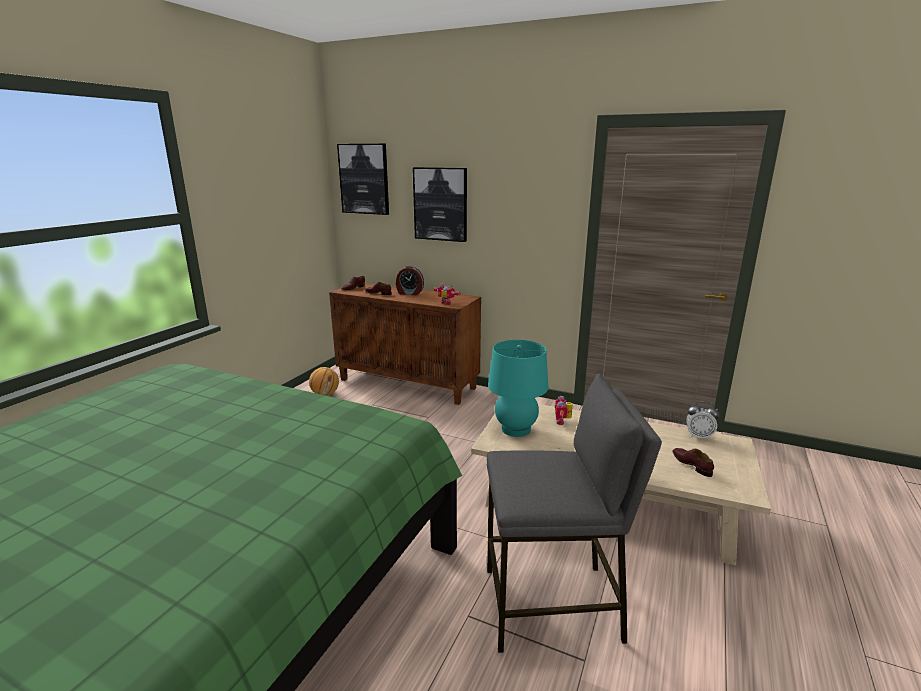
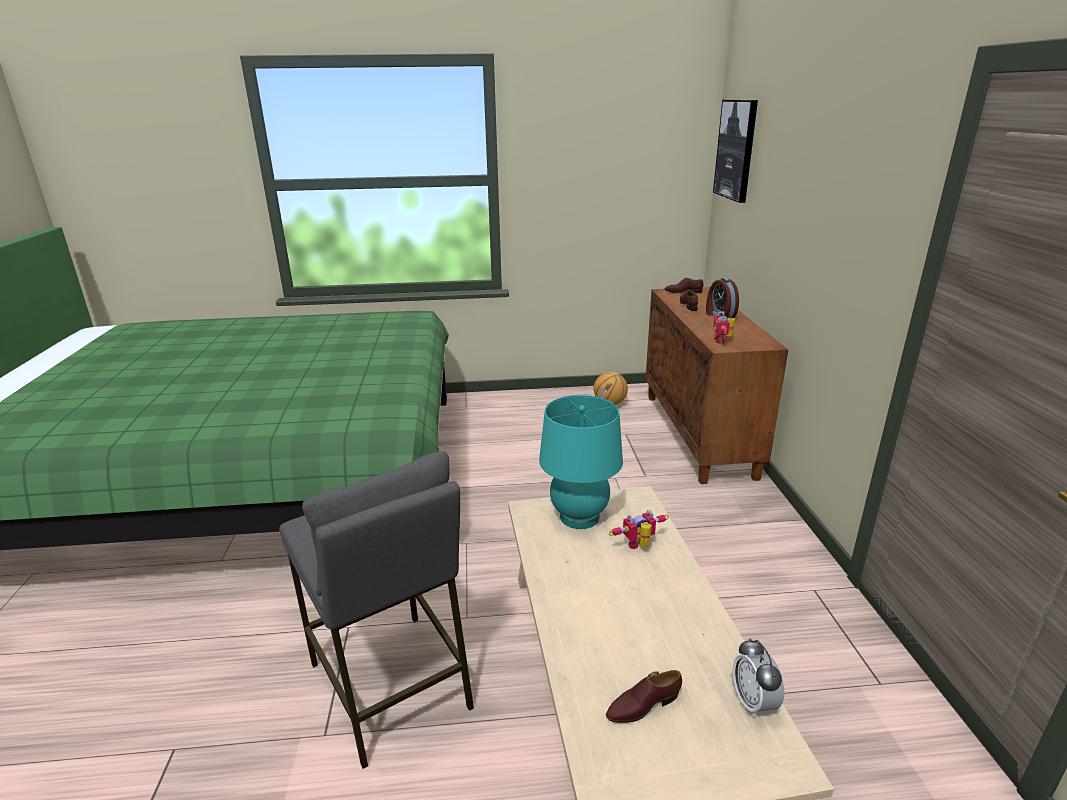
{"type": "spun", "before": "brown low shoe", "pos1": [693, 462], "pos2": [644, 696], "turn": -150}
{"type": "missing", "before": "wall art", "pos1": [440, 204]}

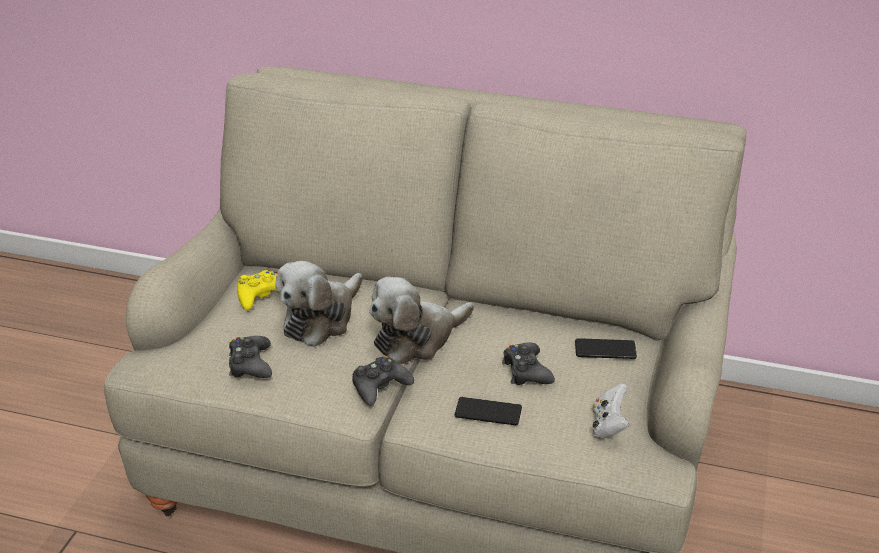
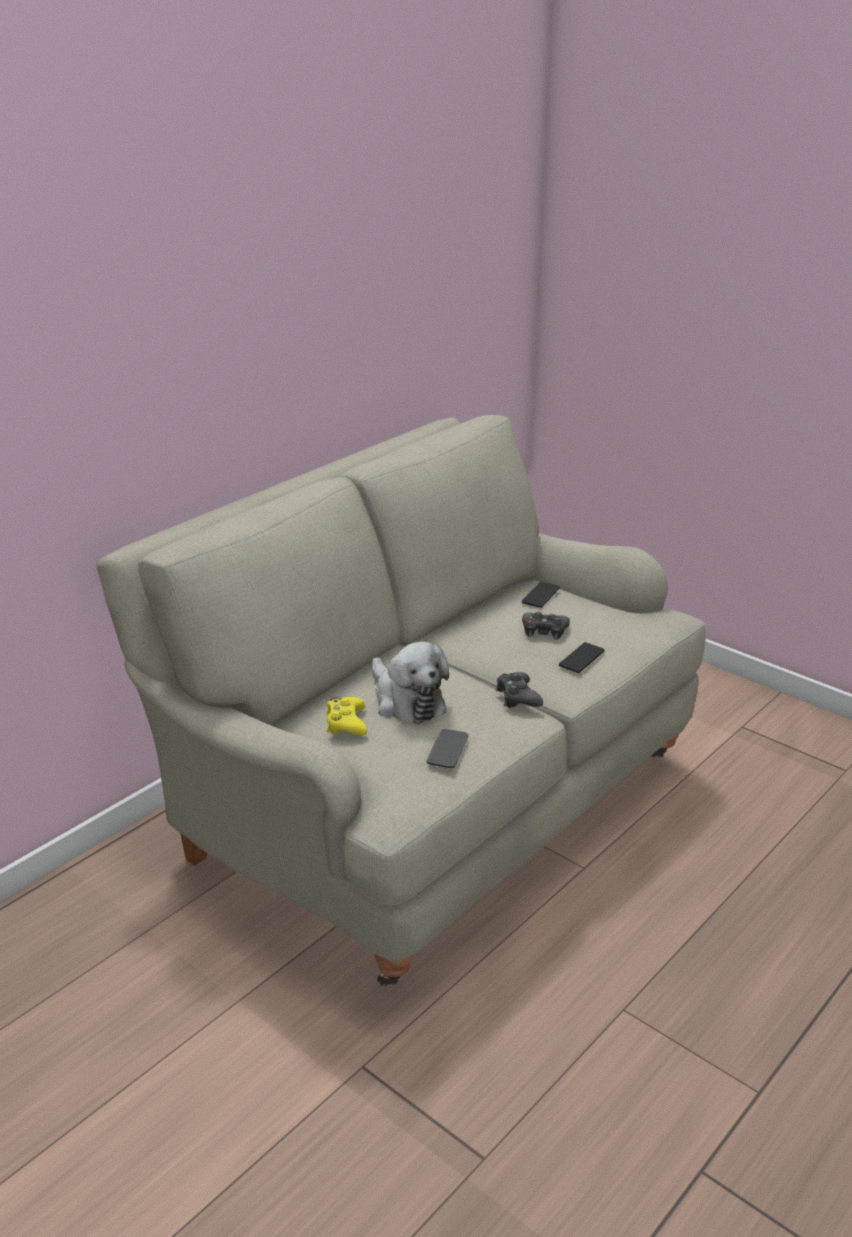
{"type": "exchanged", "before": "black gamepad", "after": "telephone", "pos1": [250, 357], "pos2": [447, 748]}
{"type": "missing", "before": "soft toy", "pos1": [421, 320]}
{"type": "missing", "before": "white gamepad", "pos1": [611, 411]}

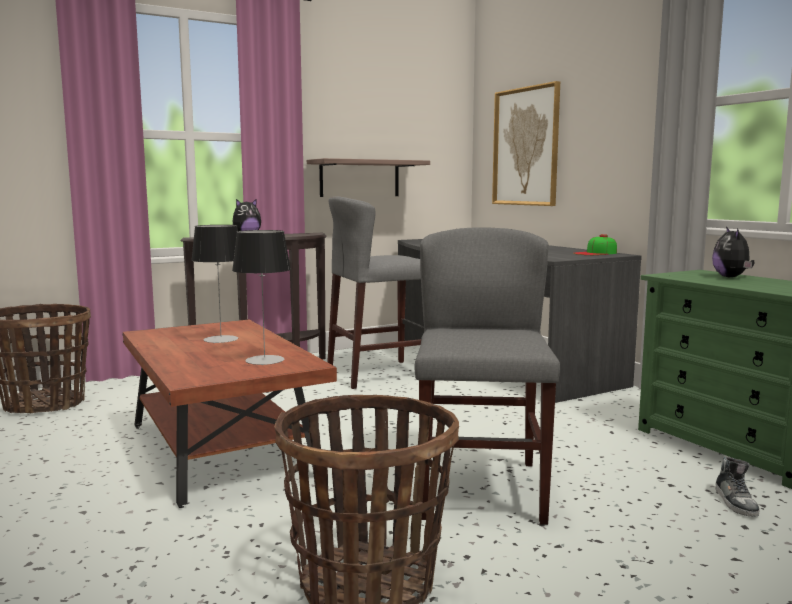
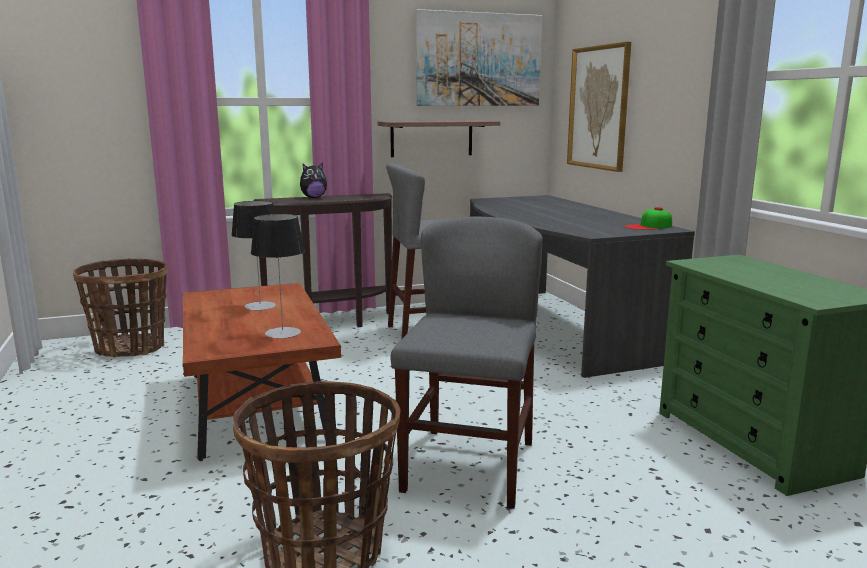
{"type": "appeared", "after": "wall art", "pos2": [479, 57]}
{"type": "missing", "before": "soft toy", "pos1": [733, 252]}
{"type": "missing", "before": "low shoe", "pos1": [737, 487]}

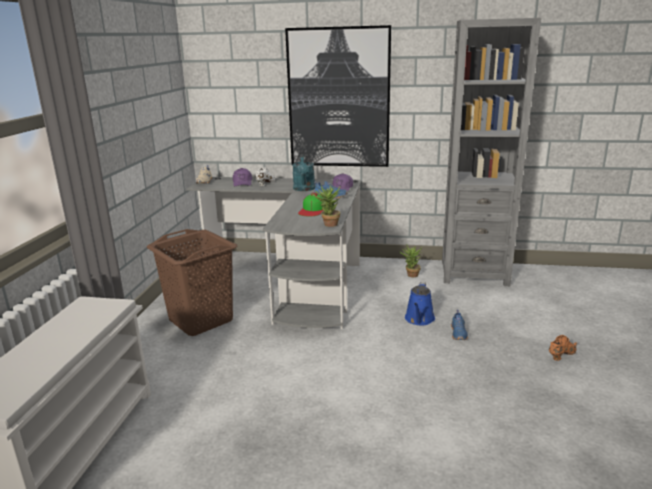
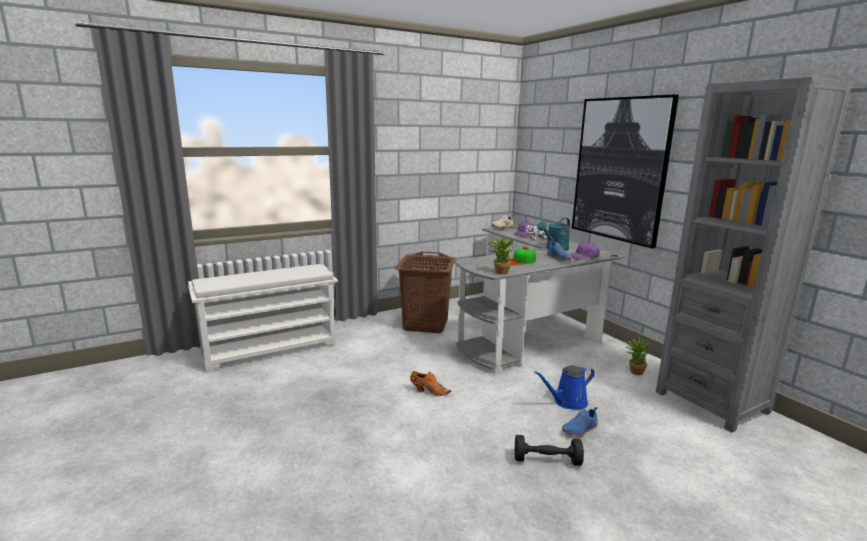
{"type": "relocated", "before": "orange low shoe", "pos1": [563, 348], "pos2": [431, 383]}
{"type": "appeared", "after": "black free weight", "pos2": [549, 450]}

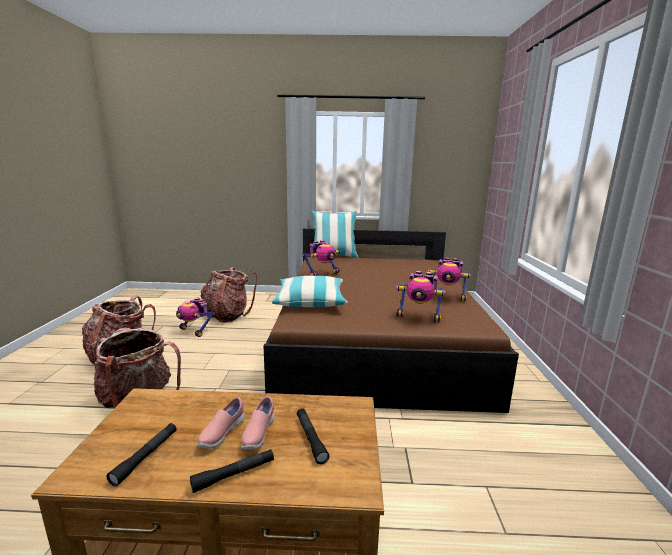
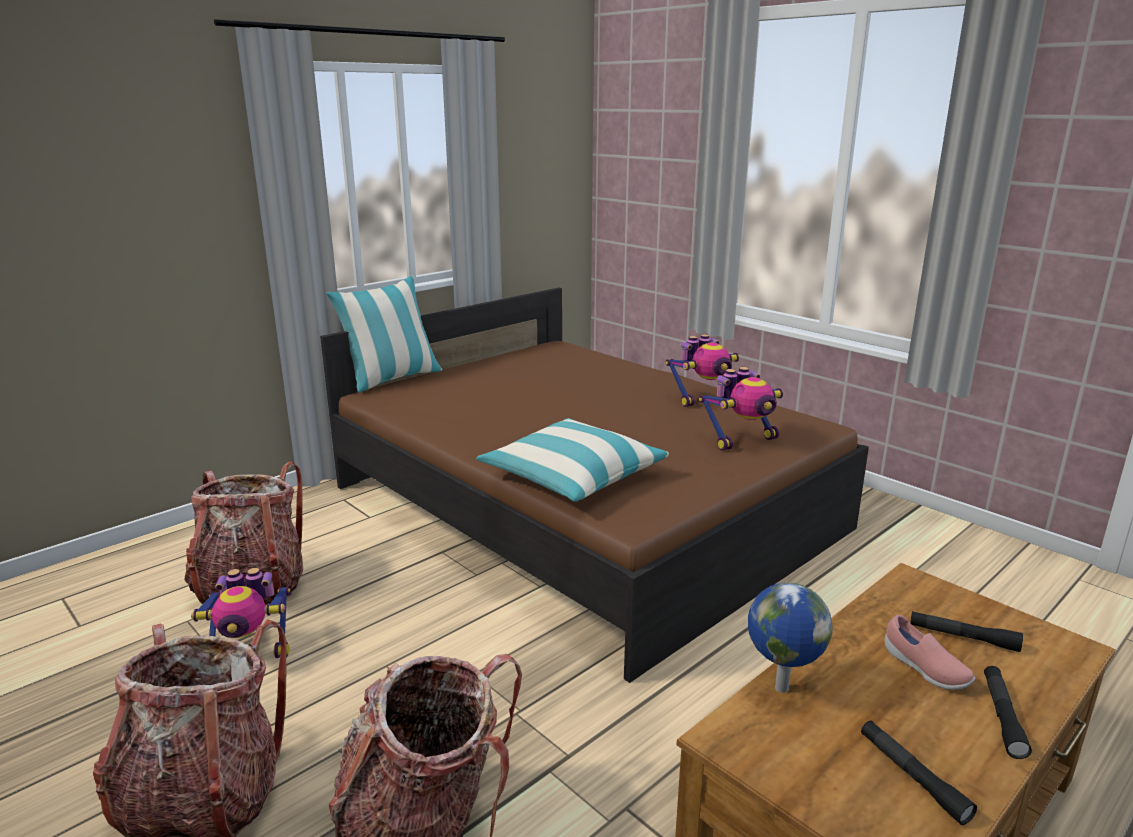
{"type": "appeared", "after": "globe", "pos2": [790, 637]}
{"type": "missing", "before": "pink low shoe", "pos1": [221, 423]}
{"type": "missing", "before": "robot figure", "pos1": [321, 258]}

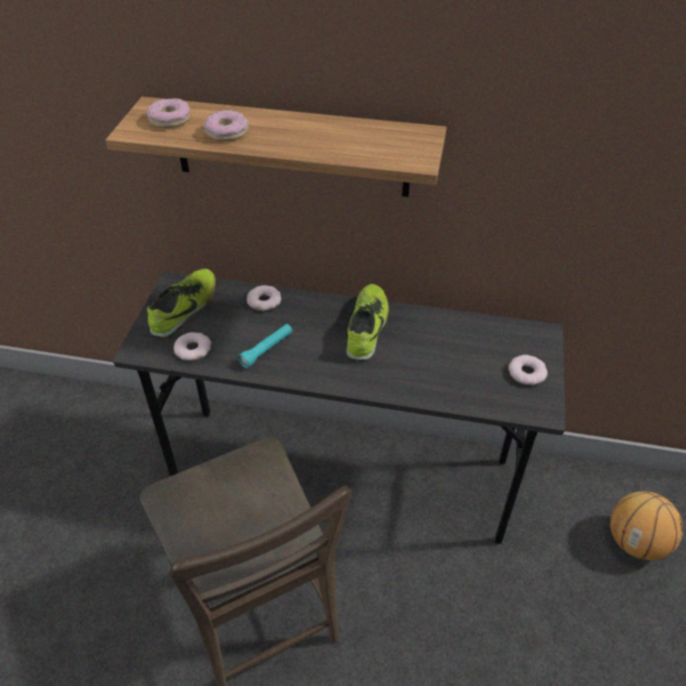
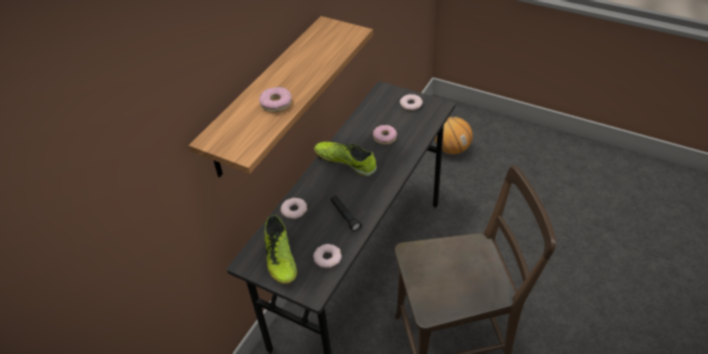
{"type": "spun", "before": "low shoe", "pos1": [181, 303], "pos2": [281, 249], "turn": -150}
{"type": "colour", "before": "blue-green torch", "after": "black torch", "pos1": [265, 346], "pos2": [346, 213]}
{"type": "relocated", "before": "doughnut", "pos1": [168, 113], "pos2": [385, 135]}

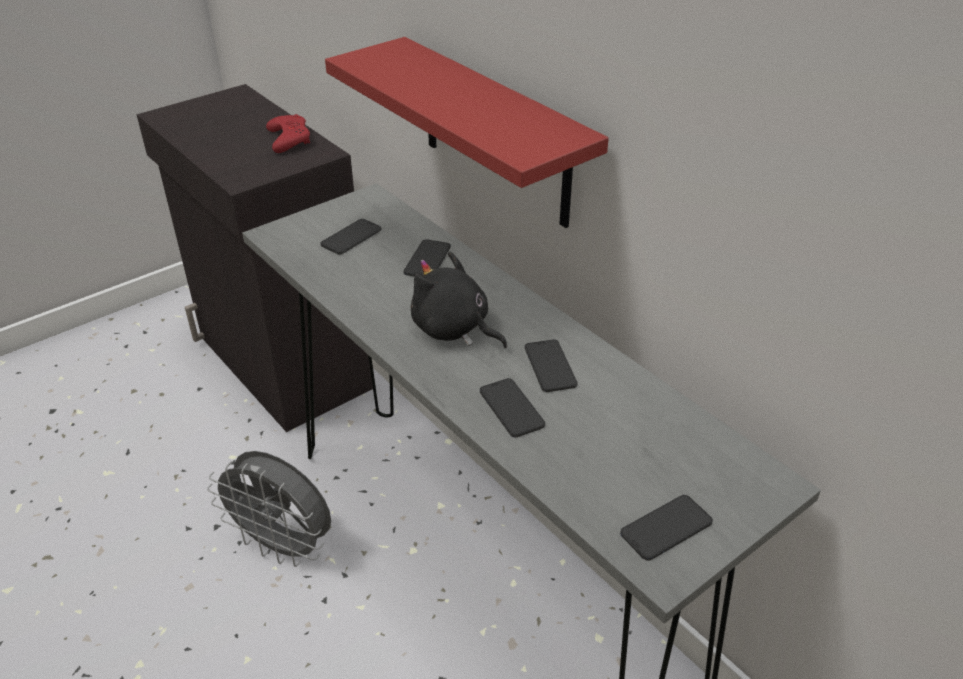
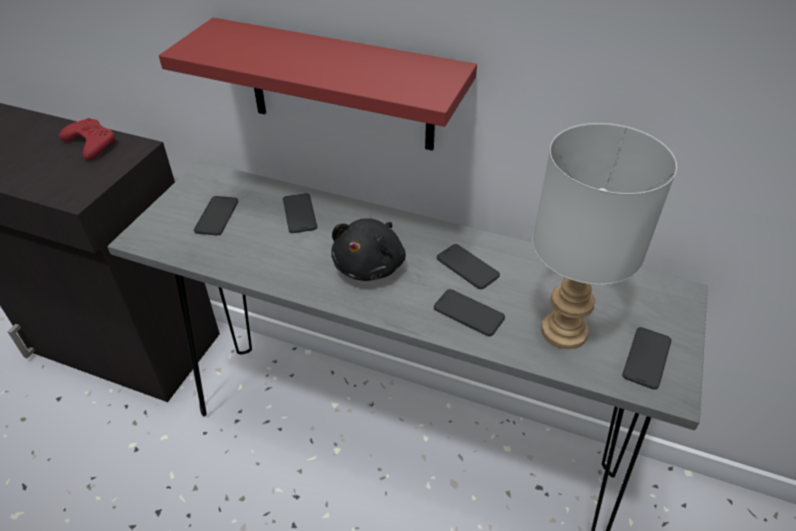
{"type": "spun", "before": "black soft toy", "pos1": [459, 300], "pos2": [368, 249], "turn": -75}
{"type": "appeared", "after": "grey tabletop lamp", "pos2": [605, 236]}
{"type": "missing", "before": "grey fan", "pos1": [269, 509]}

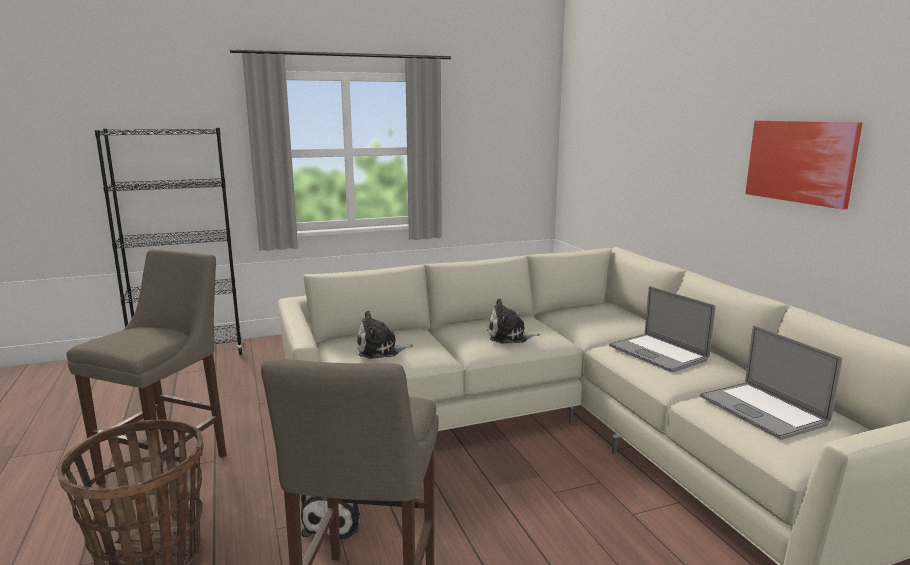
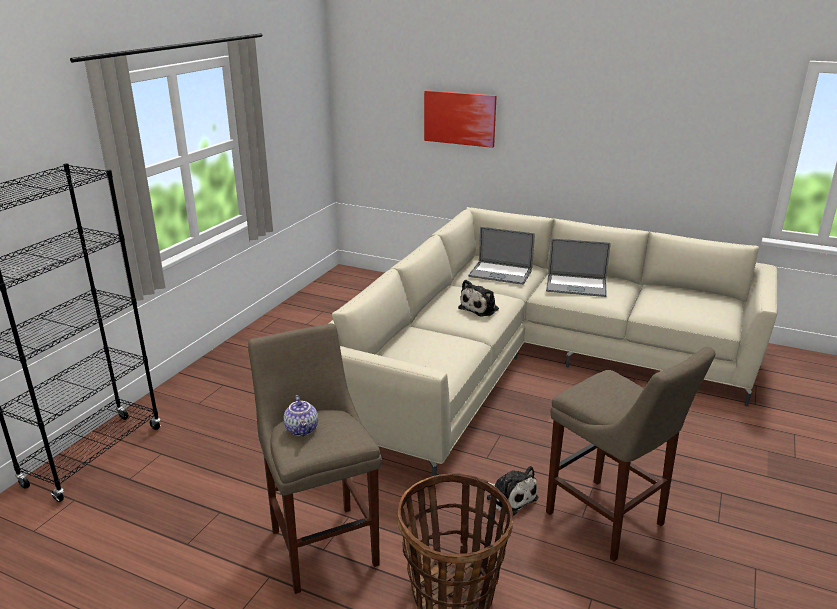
{"type": "appeared", "after": "pot for tea", "pos2": [301, 415]}
{"type": "relocated", "before": "wall art", "pos1": [803, 165], "pos2": [460, 119]}
{"type": "relocated", "before": "laptop", "pos1": [771, 382], "pos2": [501, 256]}
{"type": "missing", "before": "soft toy", "pos1": [384, 334]}

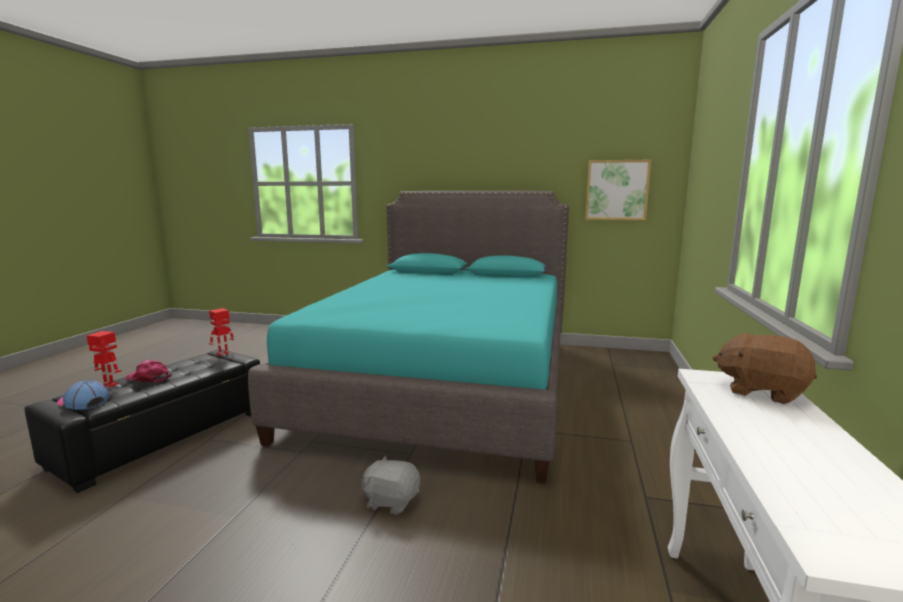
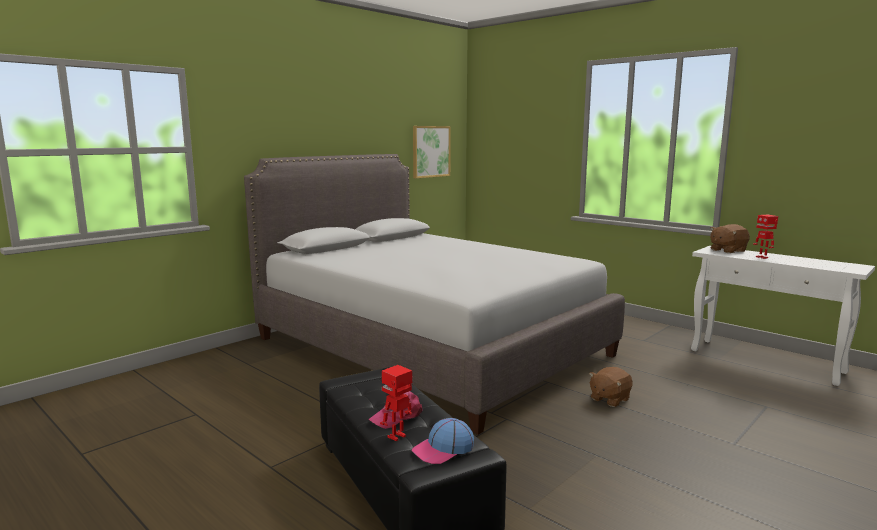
{"type": "colour", "before": "blue-green bedroom bed", "after": "grey bedroom bed", "pos1": [408, 337], "pos2": [434, 294]}
{"type": "colour", "before": "grey soft toy", "after": "brown soft toy", "pos1": [390, 485], "pos2": [611, 387]}
{"type": "relocated", "before": "robot figure", "pos1": [221, 332], "pos2": [765, 237]}

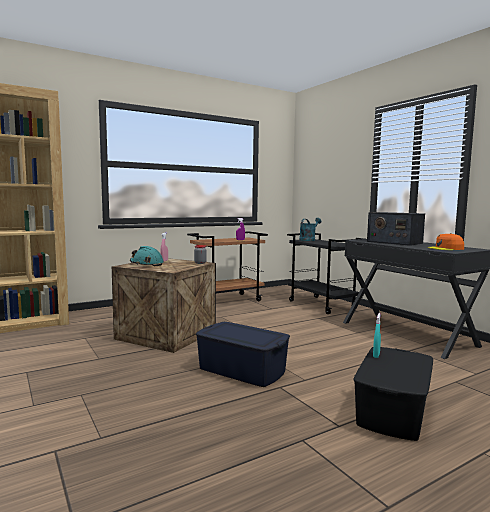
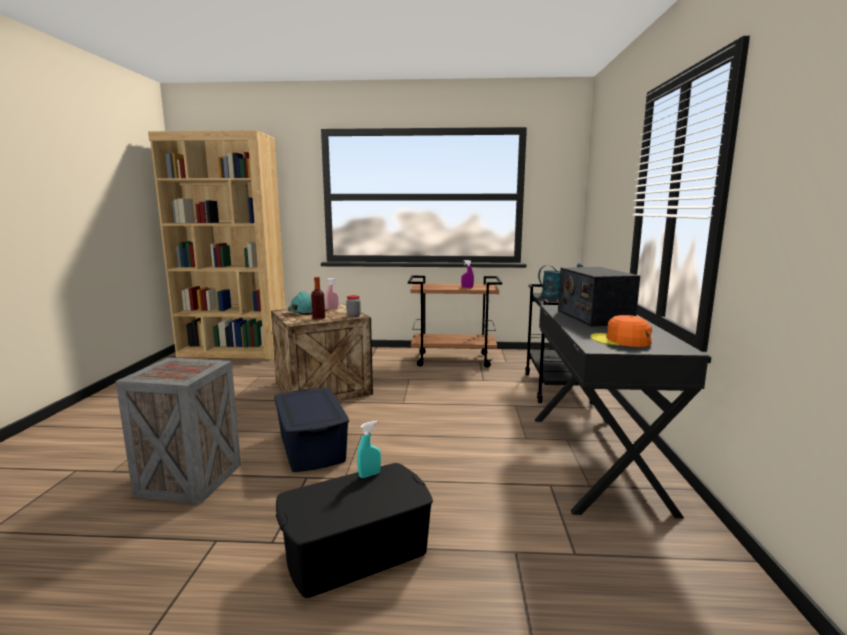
{"type": "appeared", "after": "crate", "pos2": [178, 431]}
{"type": "appeared", "after": "beverage bottle", "pos2": [318, 298]}

